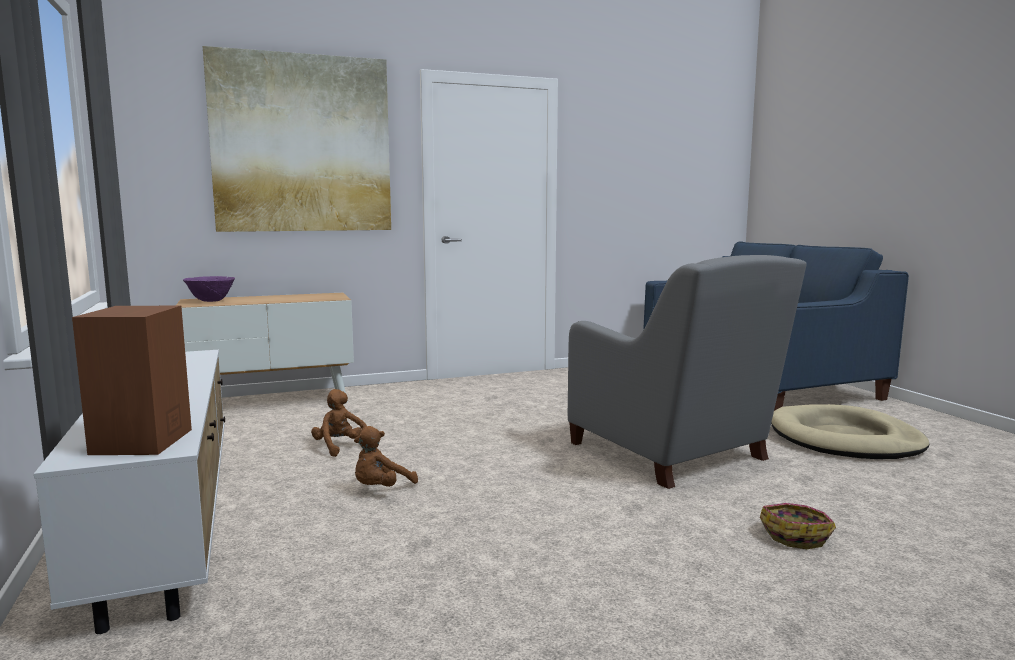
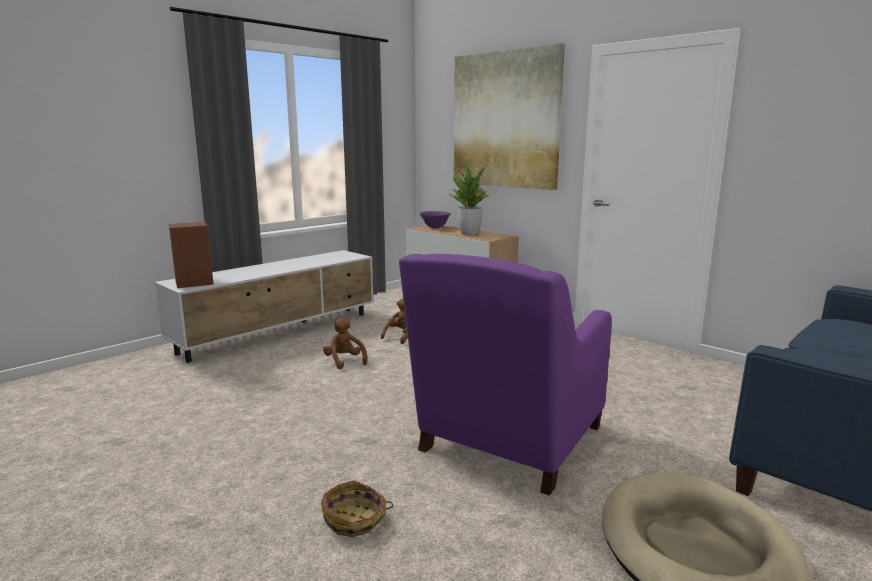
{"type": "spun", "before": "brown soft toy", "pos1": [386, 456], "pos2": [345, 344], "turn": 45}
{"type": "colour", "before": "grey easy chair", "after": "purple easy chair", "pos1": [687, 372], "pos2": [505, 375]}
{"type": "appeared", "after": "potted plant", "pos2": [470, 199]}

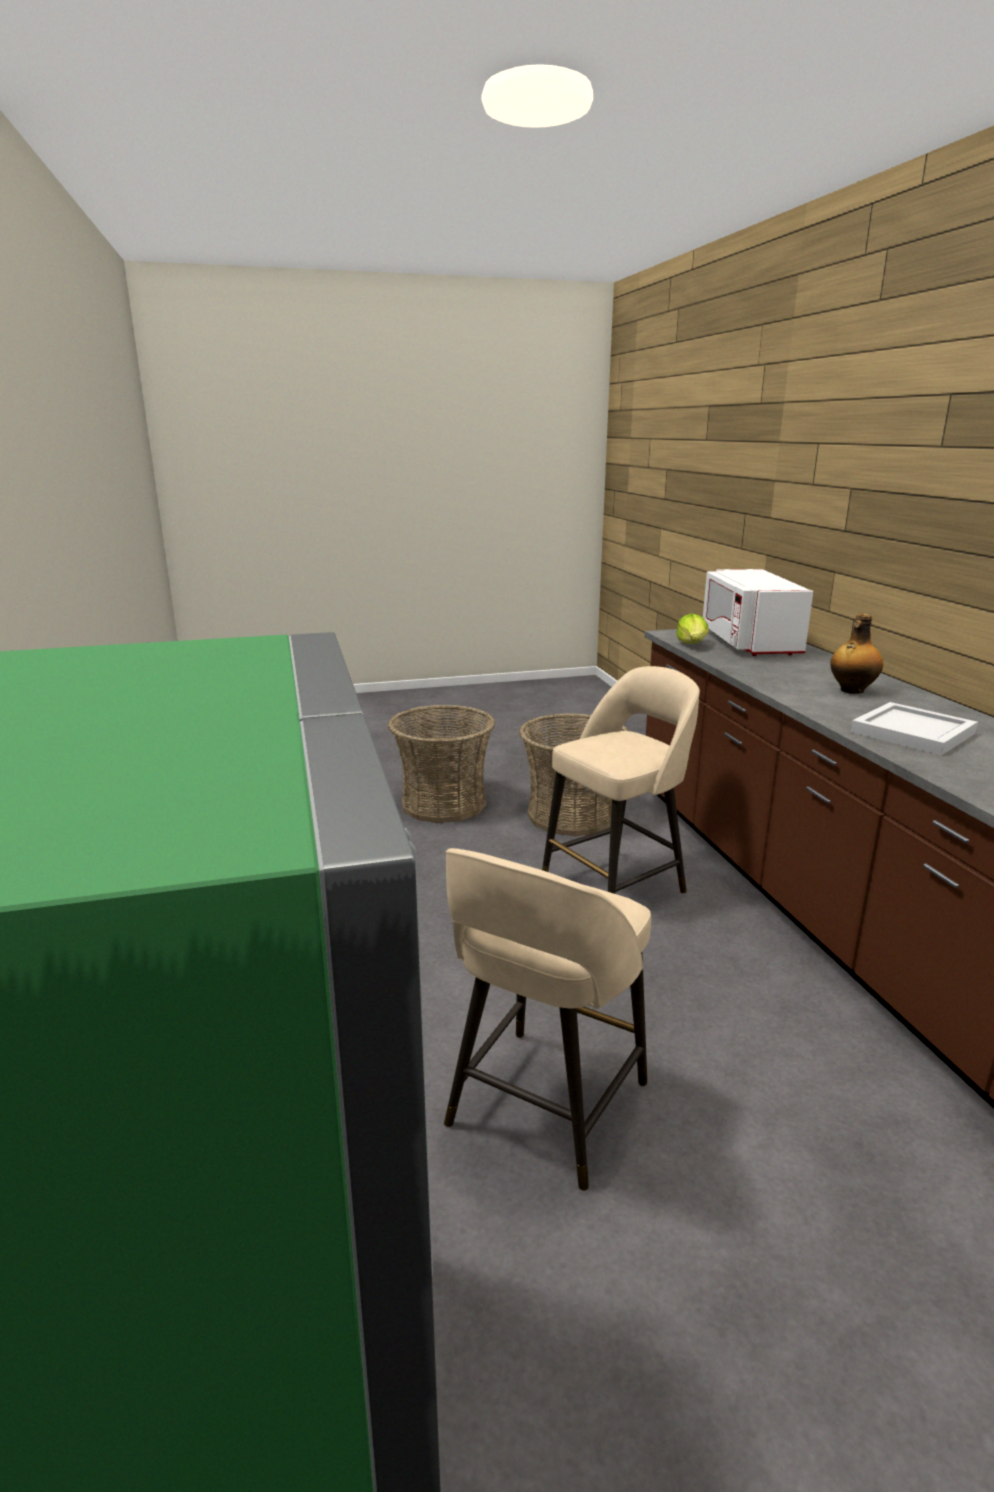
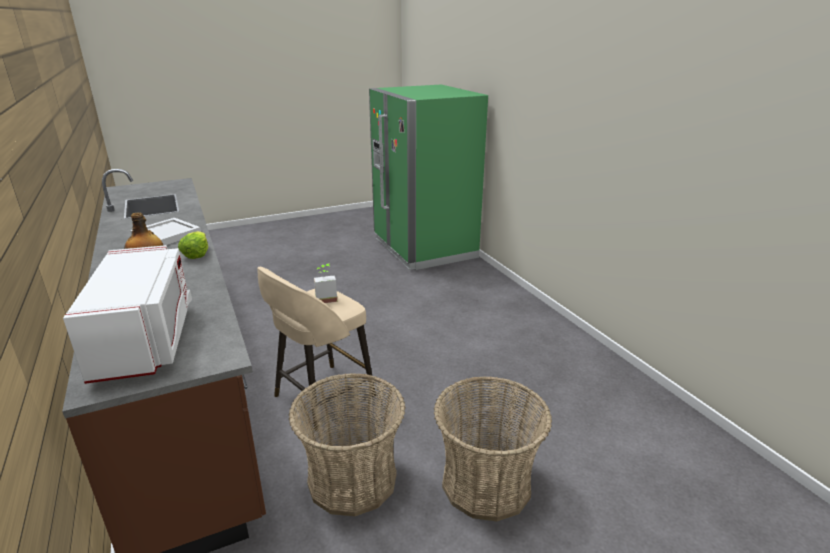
{"type": "relocated", "before": "head of lettuce", "pos1": [692, 628], "pos2": [193, 245]}
{"type": "appeared", "after": "potted plant", "pos2": [325, 283]}
{"type": "missing", "before": "sand-coloured sitting stool", "pos1": [547, 1019]}

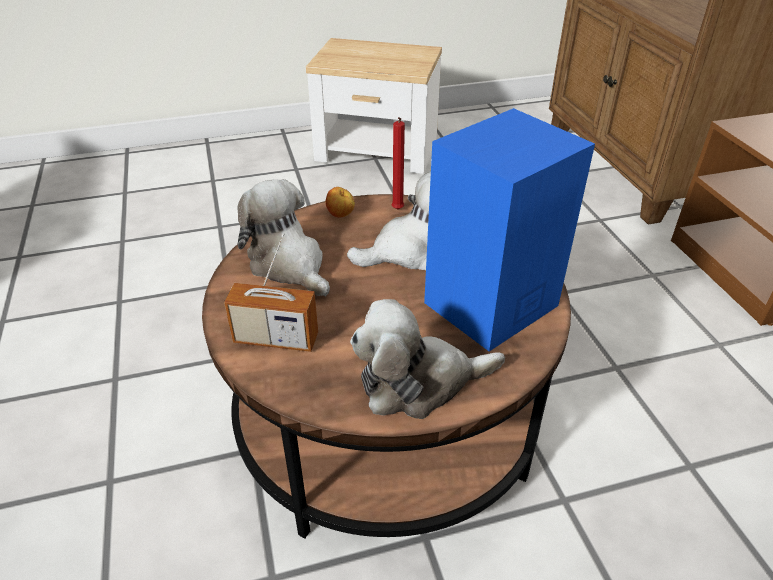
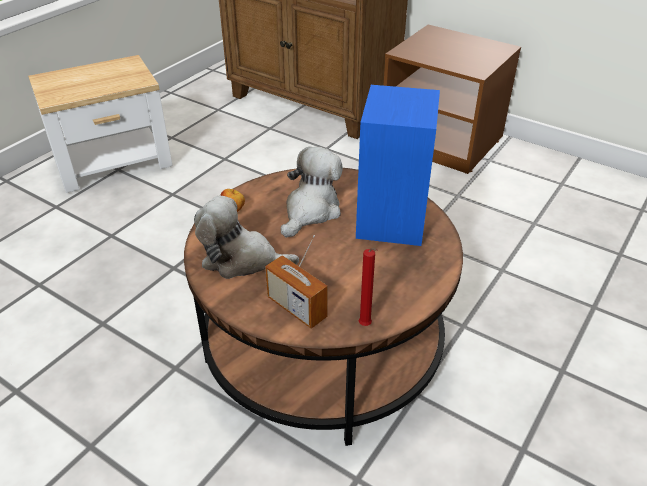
{"type": "spun", "before": "radio", "pos1": [271, 292], "pos2": [296, 282], "turn": 75}
{"type": "relocated", "before": "red wax candle", "pos1": [398, 163], "pos2": [368, 287]}
{"type": "missing", "before": "soft toy", "pos1": [427, 359]}

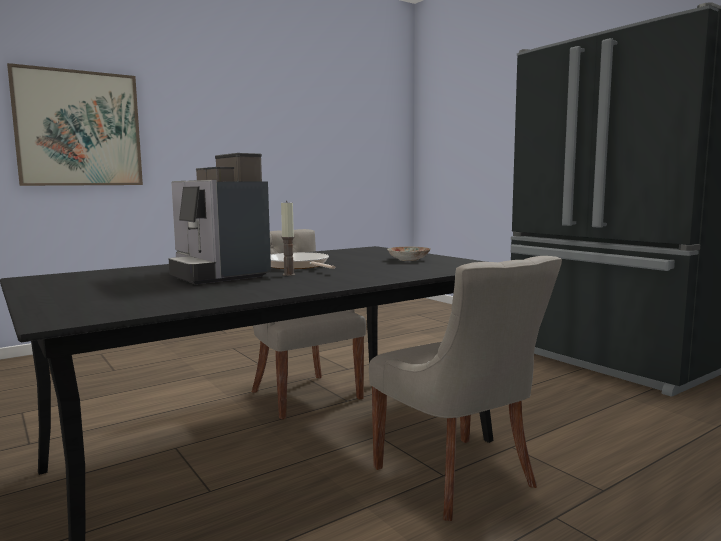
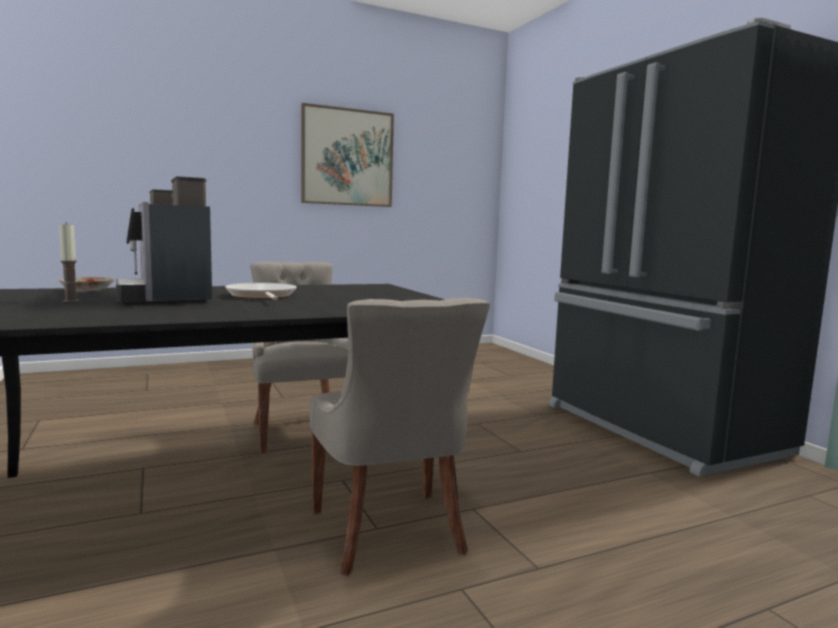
{"type": "relocated", "before": "wax candle", "pos1": [288, 238], "pos2": [69, 262]}
{"type": "relocated", "before": "plate", "pos1": [409, 254], "pos2": [86, 285]}
{"type": "relocated", "before": "wall art", "pos1": [75, 124], "pos2": [347, 155]}

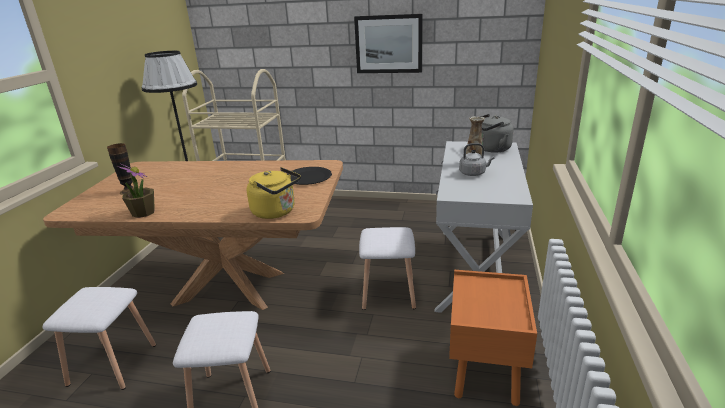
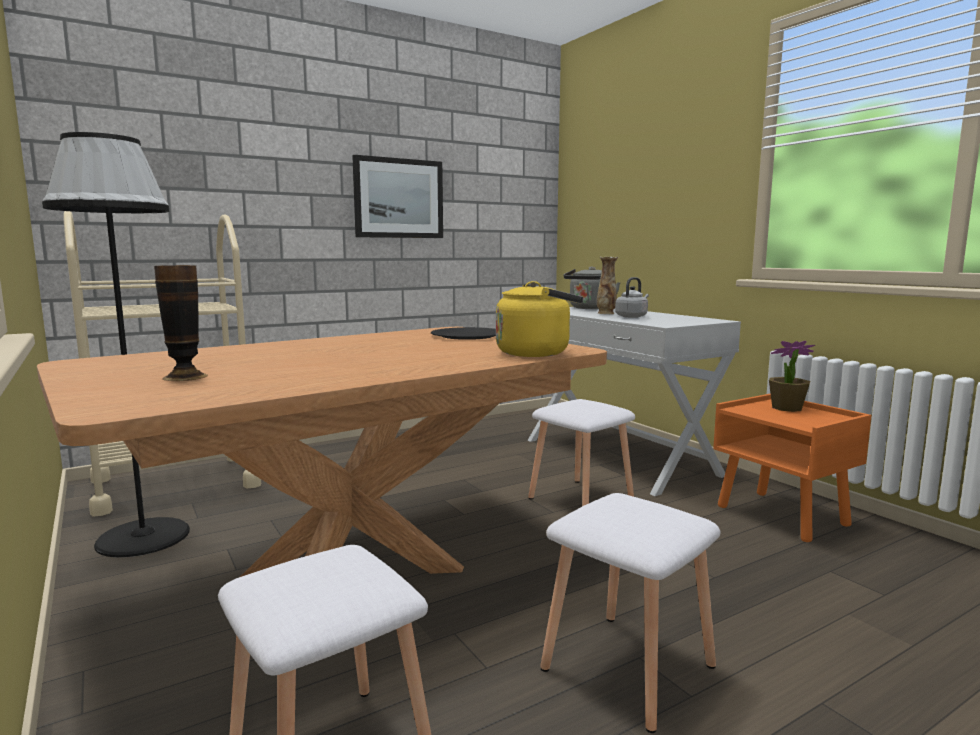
{"type": "relocated", "before": "potted plant", "pos1": [136, 191], "pos2": [792, 376]}

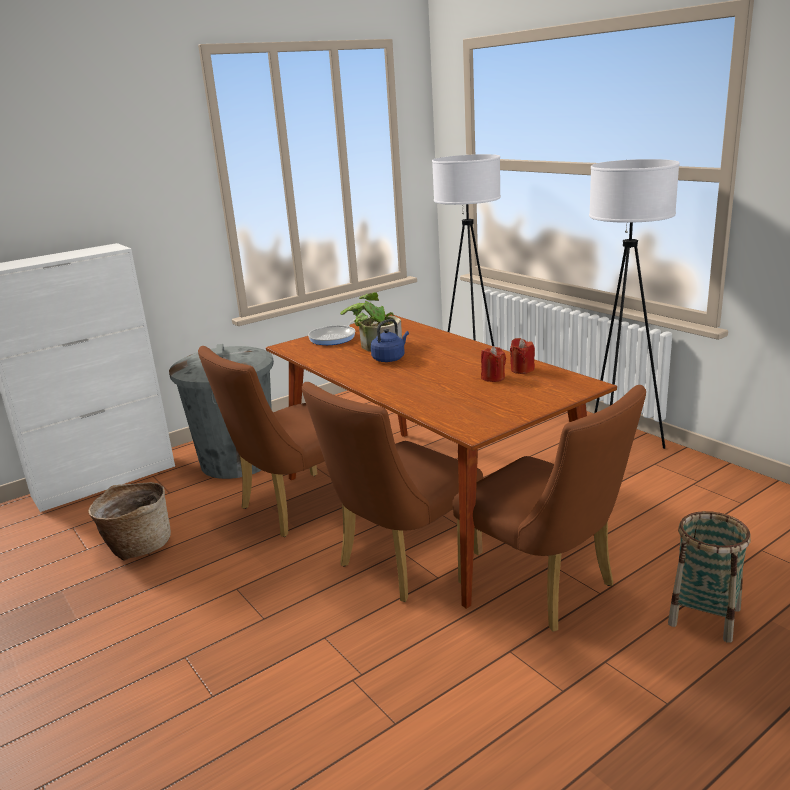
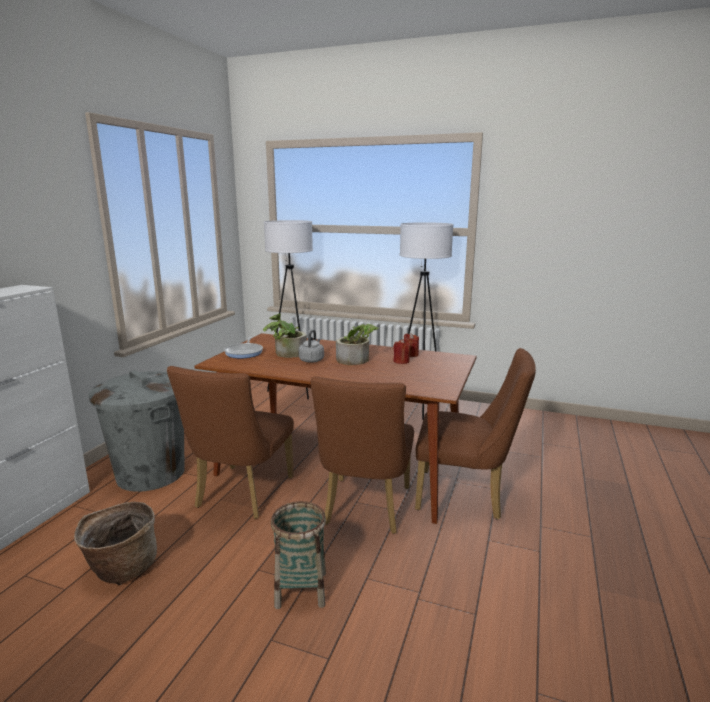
{"type": "relocated", "before": "basket", "pos1": [709, 577], "pos2": [298, 555]}
{"type": "colour", "before": "bluish kettle", "after": "grey kettle", "pos1": [390, 340], "pos2": [311, 346]}
{"type": "appeared", "after": "potted plant", "pos2": [357, 344]}

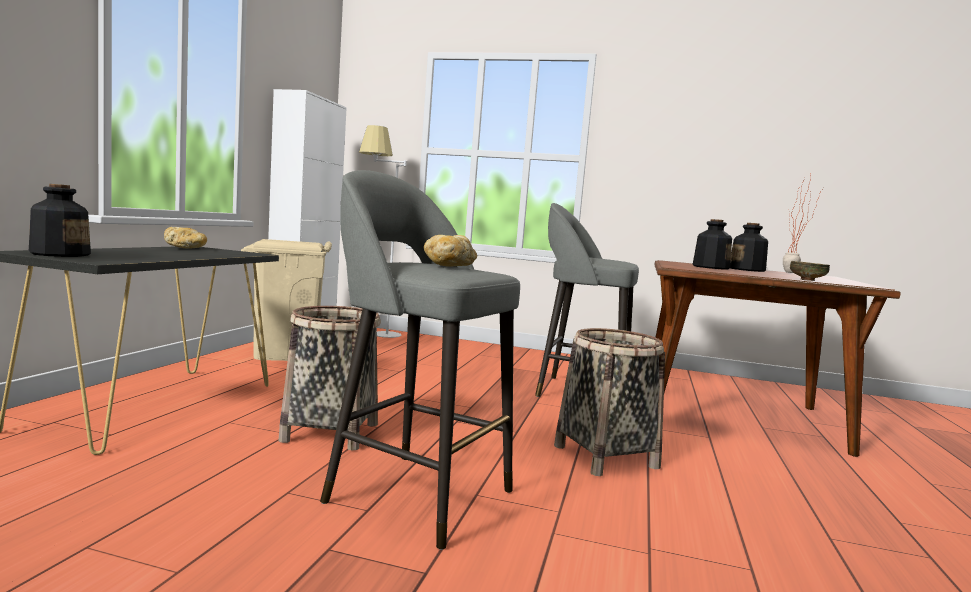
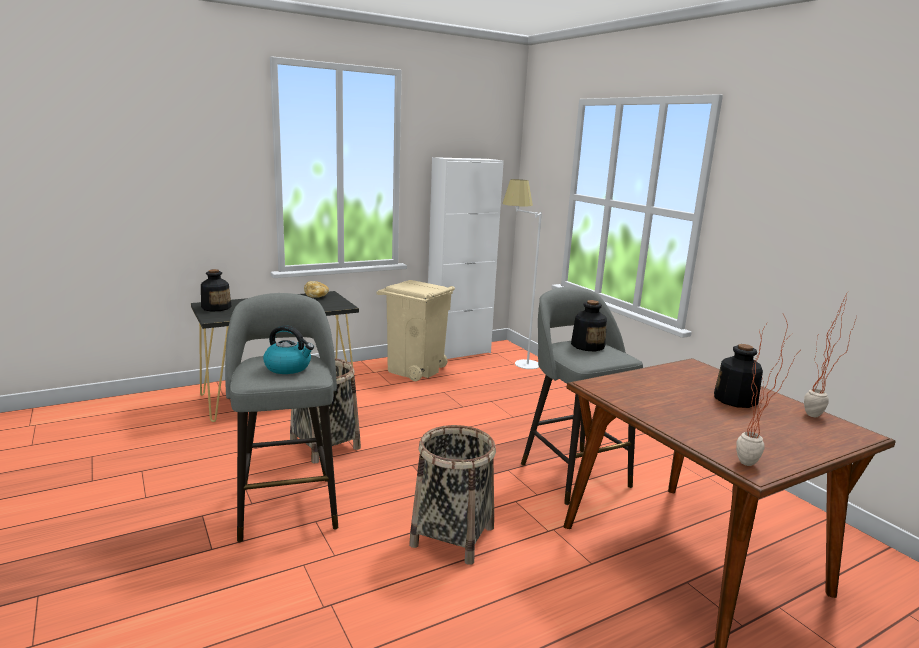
{"type": "exchanged", "before": "bakery bread", "after": "kettle", "pos1": [450, 250], "pos2": [288, 349]}
{"type": "relocated", "before": "beverage bottle", "pos1": [712, 244], "pos2": [589, 326]}
{"type": "appeared", "after": "potted plant", "pos2": [766, 389]}
{"type": "missing", "before": "serving bowl", "pos1": [810, 271]}

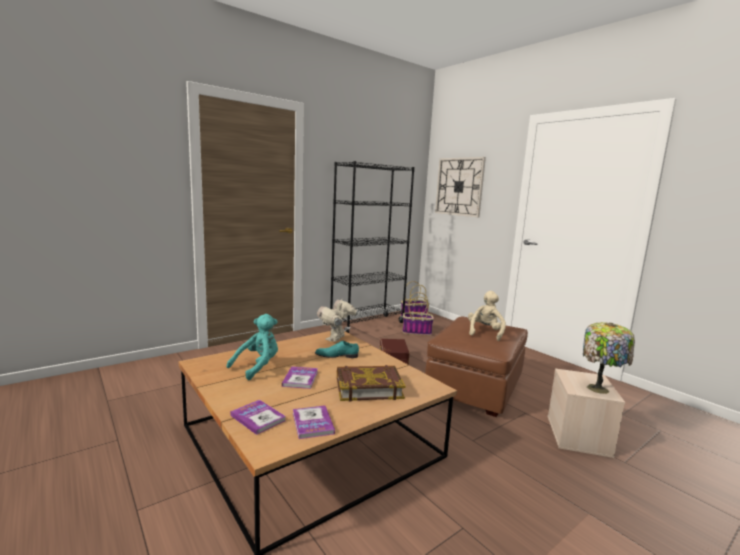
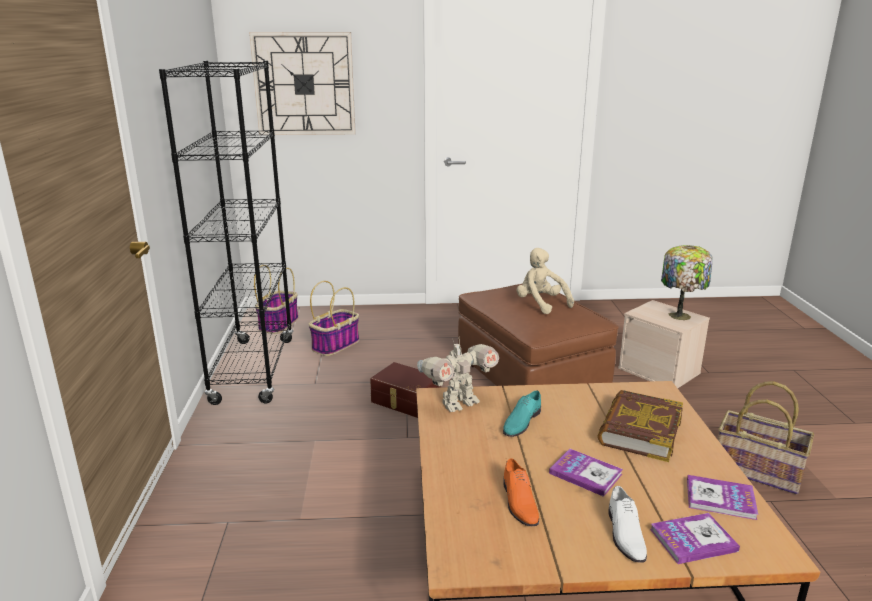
{"type": "spun", "before": "robot figure", "pos1": [337, 321], "pos2": [458, 375], "turn": -90}
{"type": "exchanged", "before": "blue-green soft toy", "after": "orange low shoe", "pos1": [252, 347], "pos2": [521, 492]}
{"type": "appeared", "after": "white low shoe", "pos2": [627, 524]}
{"type": "appeared", "after": "basket", "pos2": [766, 438]}

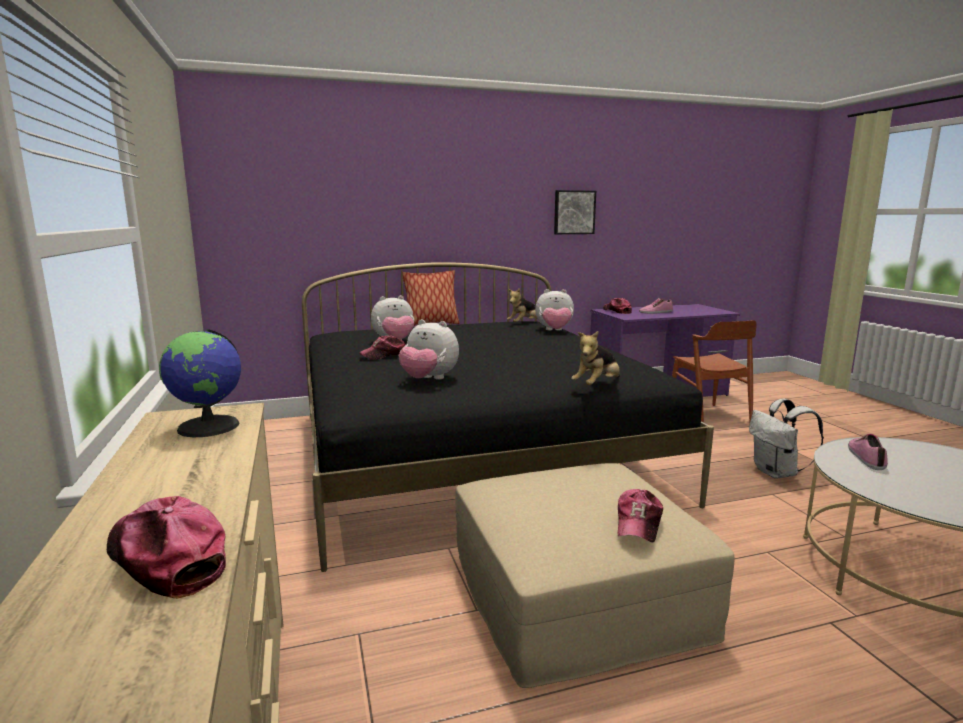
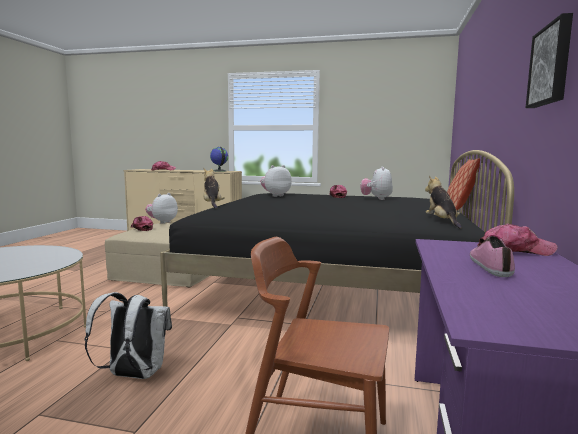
{"type": "relocated", "before": "soft toy", "pos1": [554, 309], "pos2": [161, 208]}
{"type": "missing", "before": "low shoe", "pos1": [868, 452]}

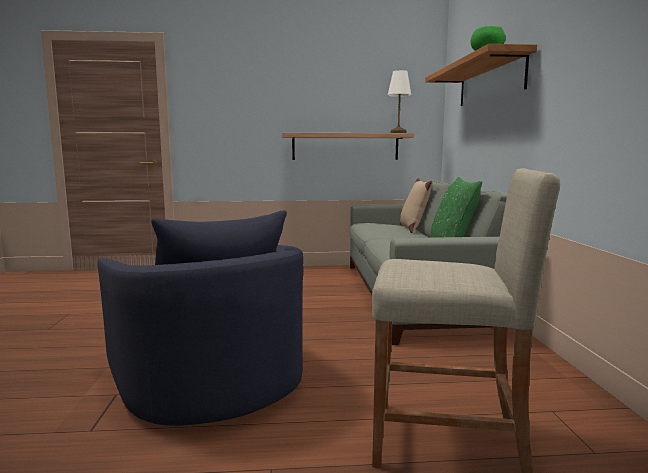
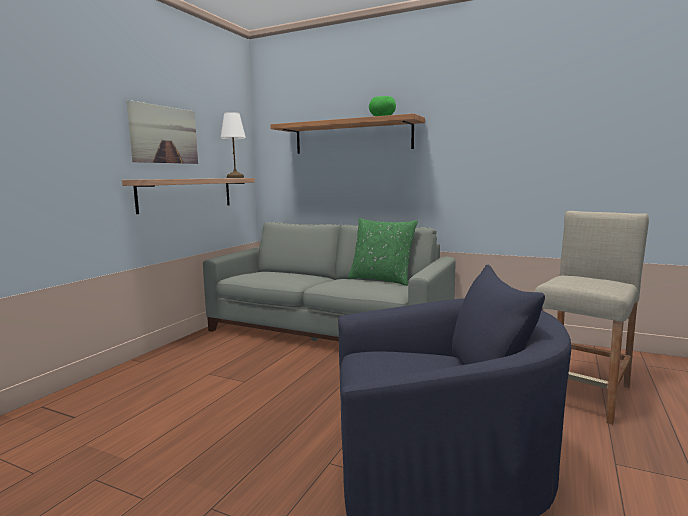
{"type": "appeared", "after": "wall art", "pos2": [162, 132]}
{"type": "missing", "before": "sand-coloured pillow", "pos1": [416, 205]}

